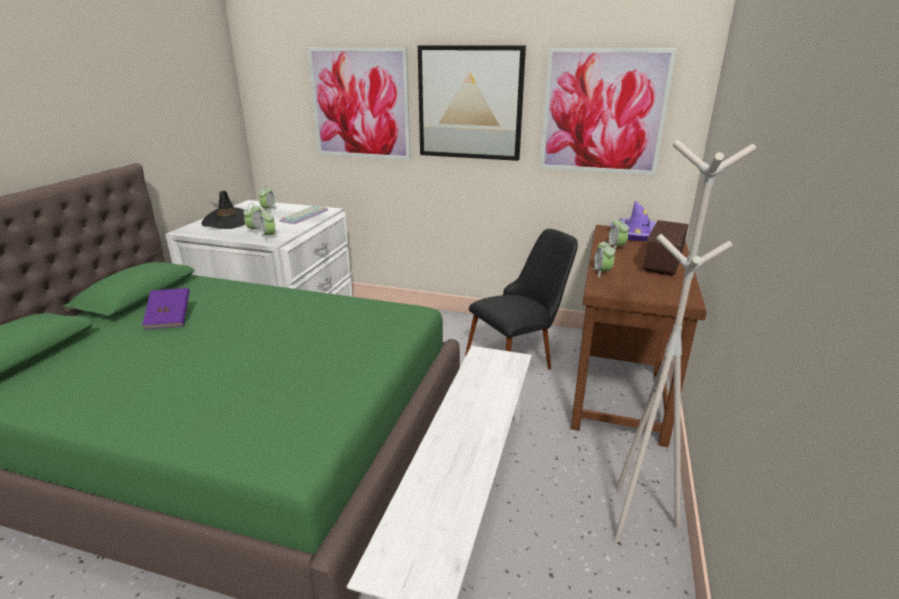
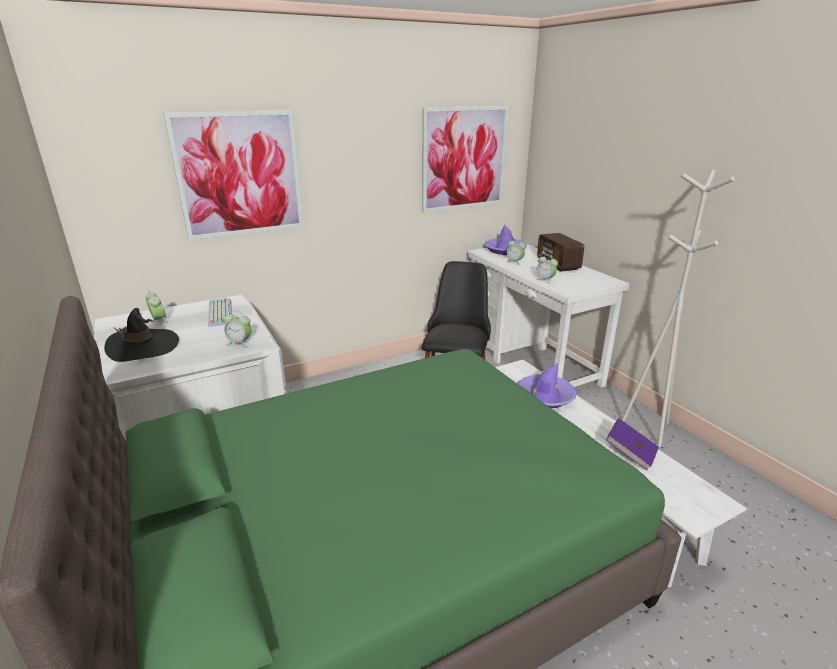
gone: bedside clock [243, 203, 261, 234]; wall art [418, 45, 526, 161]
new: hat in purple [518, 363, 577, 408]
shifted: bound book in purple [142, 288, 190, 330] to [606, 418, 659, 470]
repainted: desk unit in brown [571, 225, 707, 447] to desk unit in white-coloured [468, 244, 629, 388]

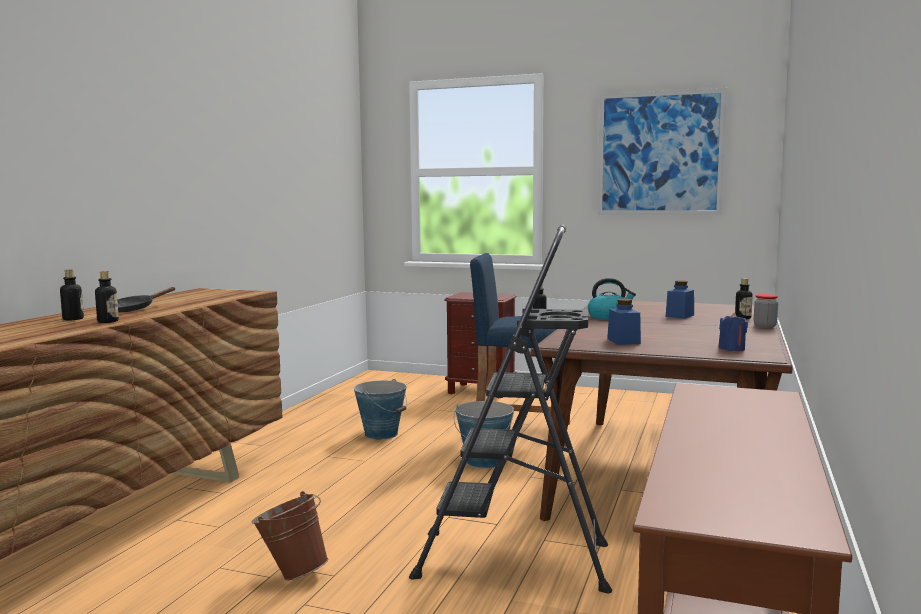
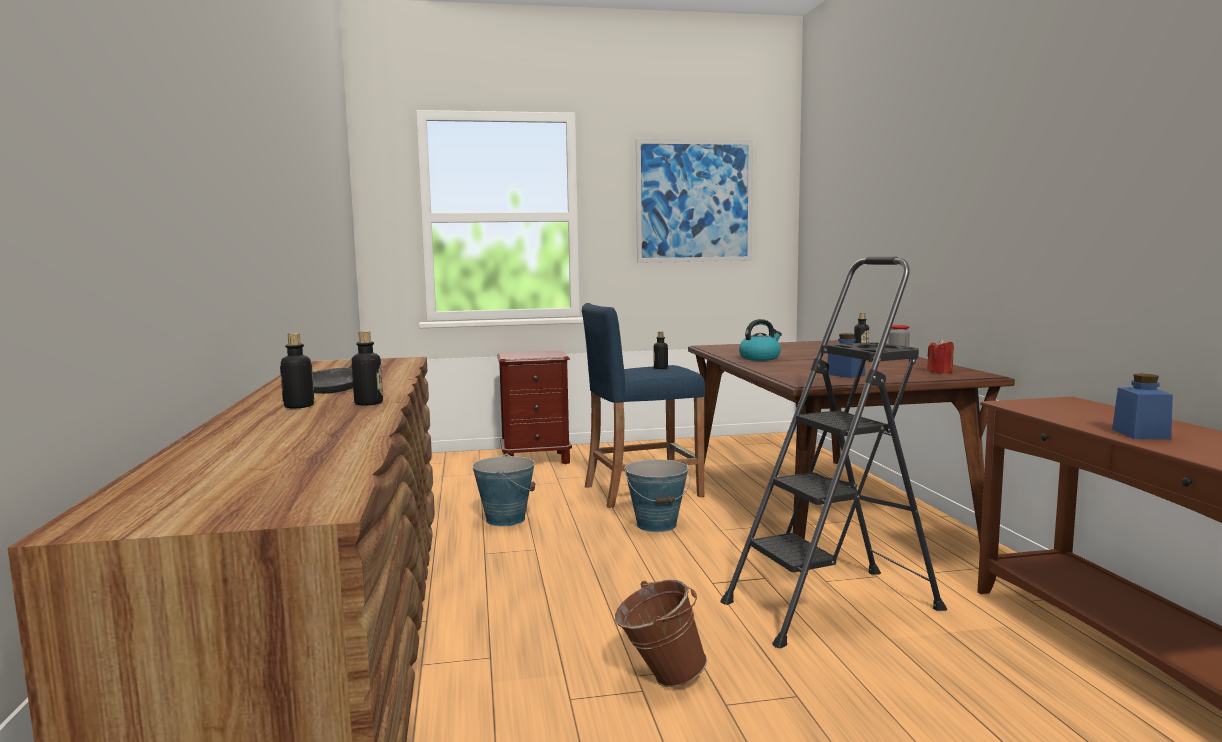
shifted: preserve jar in bluish [666, 280, 694, 319] to [1112, 374, 1173, 440]
repainted: candle in bluish [719, 313, 748, 351] to candle in red [927, 338, 954, 373]

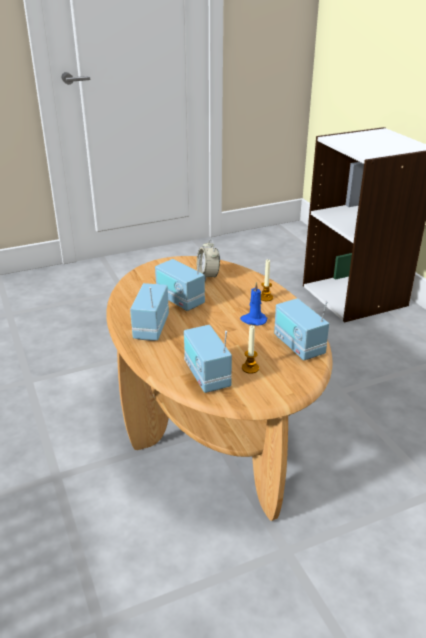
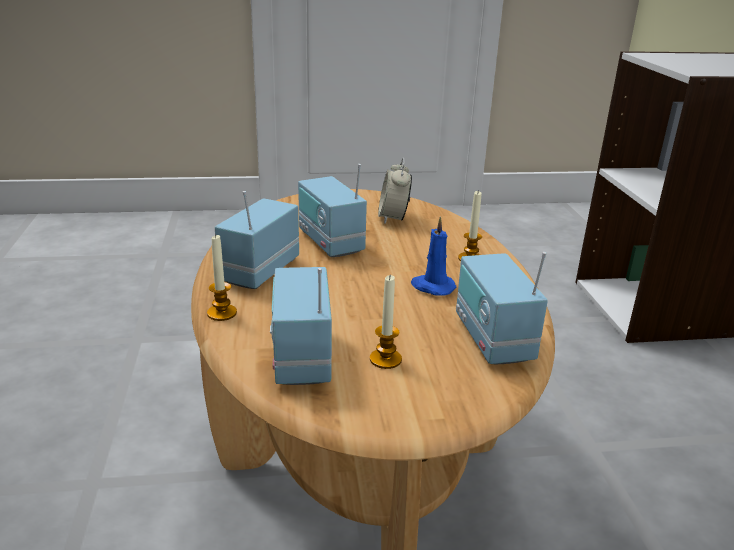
new: candle [207, 234, 237, 321]

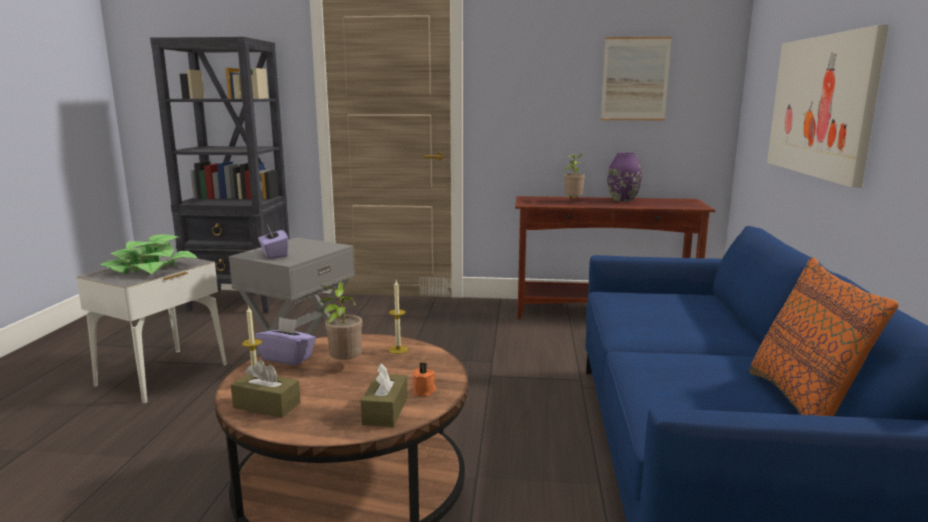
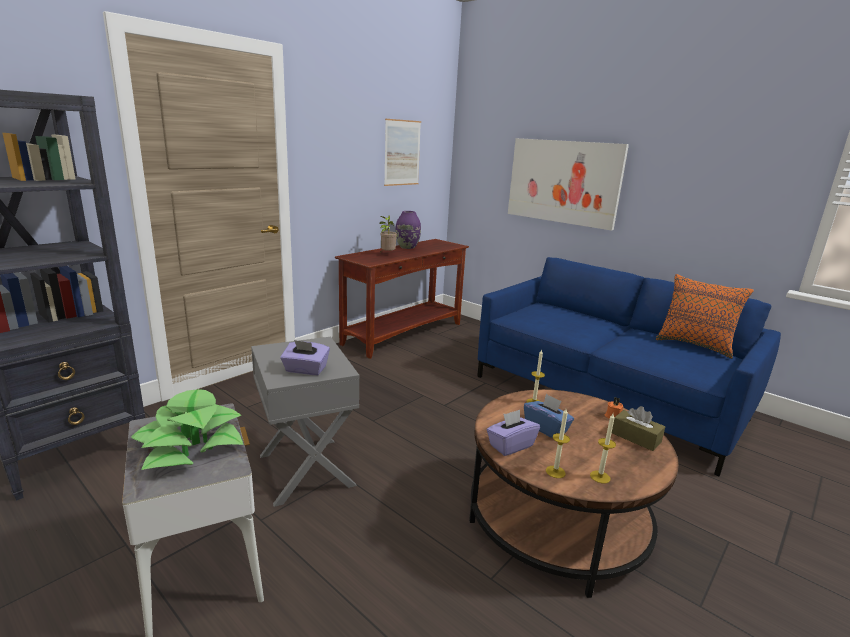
swapped: box of tissues in brown [231, 360, 301, 417] to candle [590, 414, 616, 483]; houseplant [320, 281, 363, 361] to box of tissues in bluish [524, 394, 574, 438]

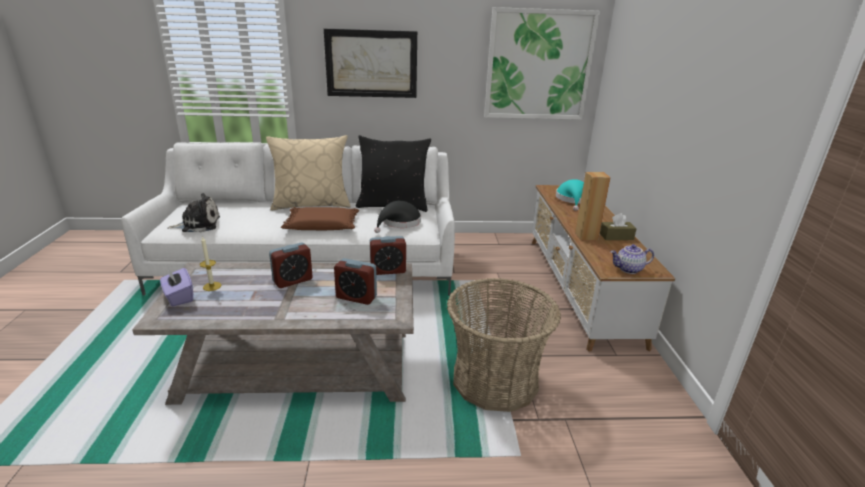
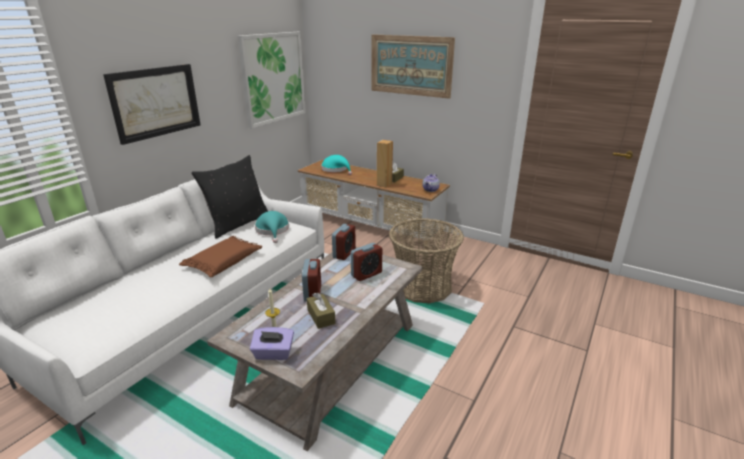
gone: soft toy [167, 193, 220, 232]; throw pillow in sand-coloured [266, 135, 351, 211]
new: box of tissues in brown [307, 292, 336, 329]; wall art [372, 34, 455, 99]
repainted: hat in black [374, 201, 421, 233] to hat in blue-green [255, 211, 289, 243]

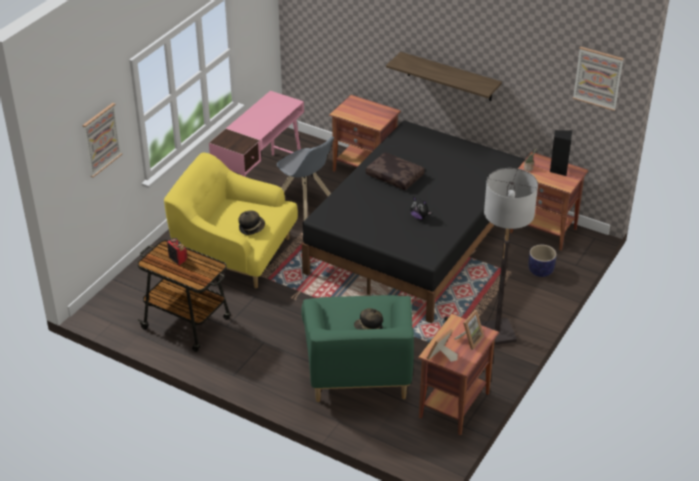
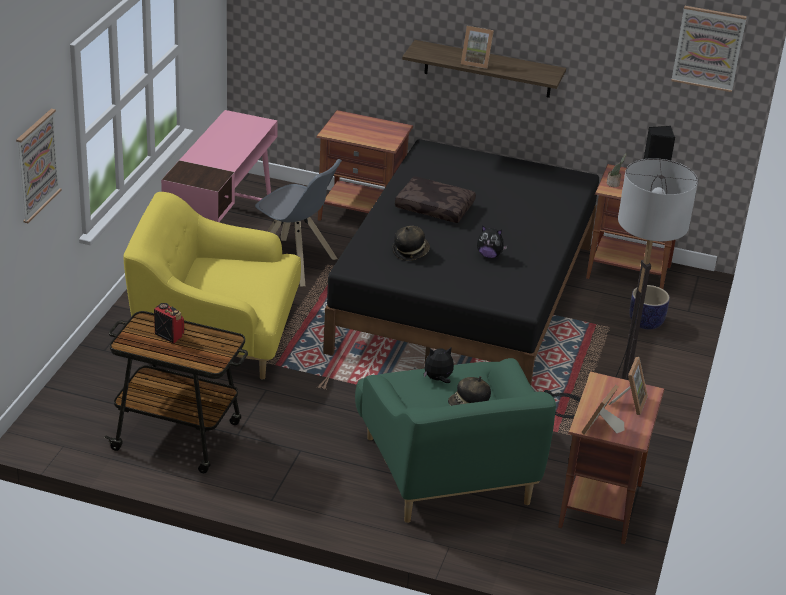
new: soft toy [424, 348, 454, 383]; picture frame [461, 26, 494, 69]
shifted: hat [239, 210, 265, 235] to [392, 226, 430, 261]

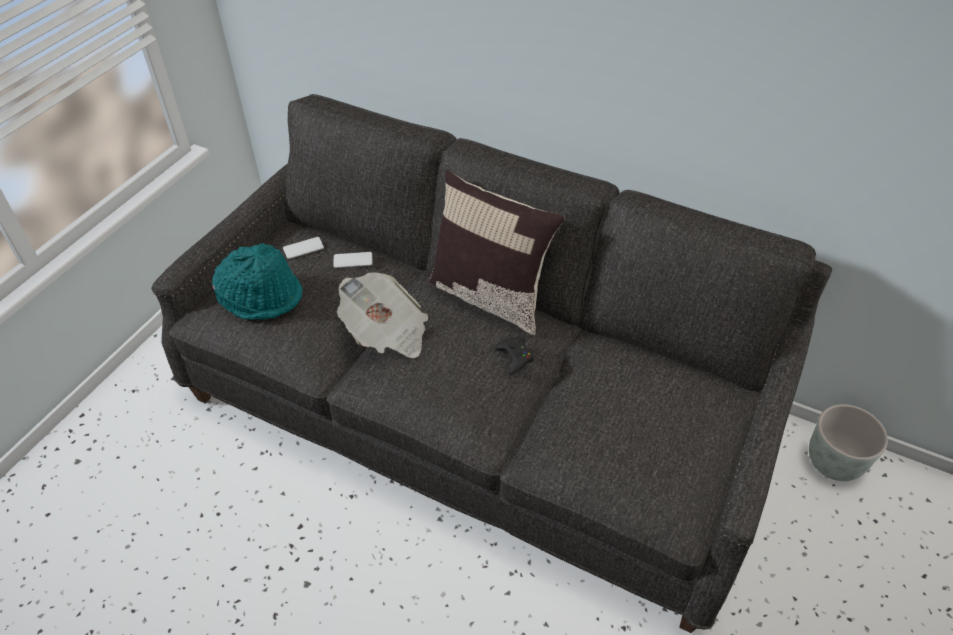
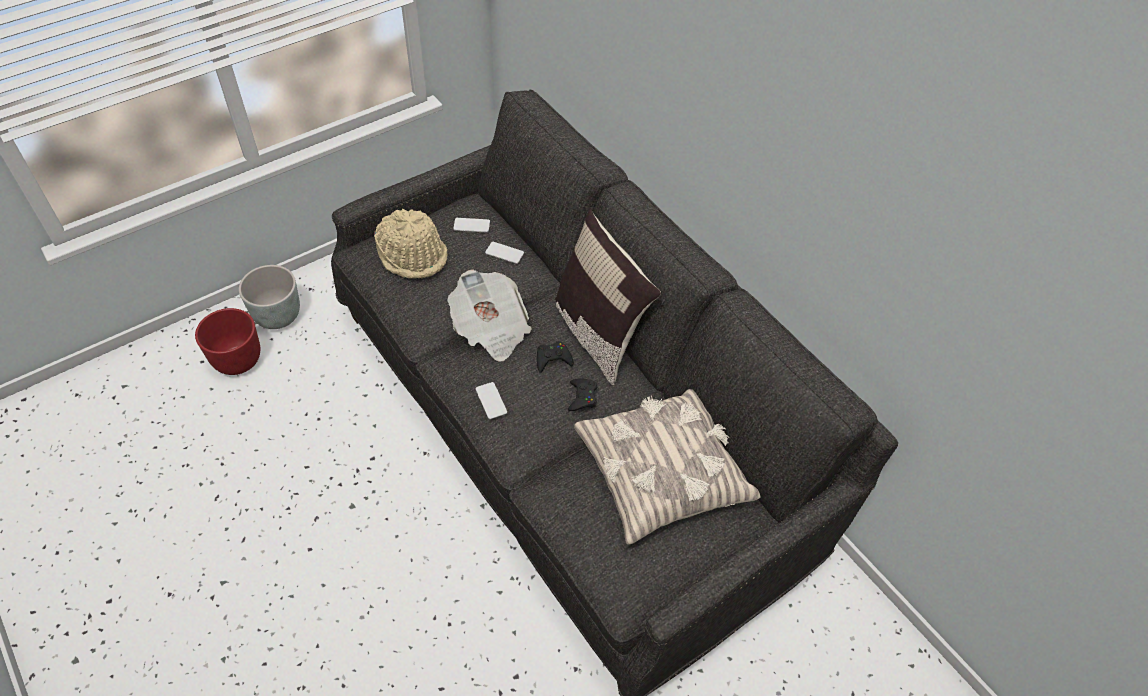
new: flower pot in red [195, 308, 260, 375]; handset [476, 382, 507, 419]; game controller in black [537, 342, 574, 373]; throw pillow in sand-coloured [574, 389, 761, 545]
shifted: flower pot in gray [809, 404, 888, 481] to [239, 265, 300, 329]
repainted: hat in blue-green [212, 243, 302, 320] to hat in sand-coloured [374, 209, 448, 279]

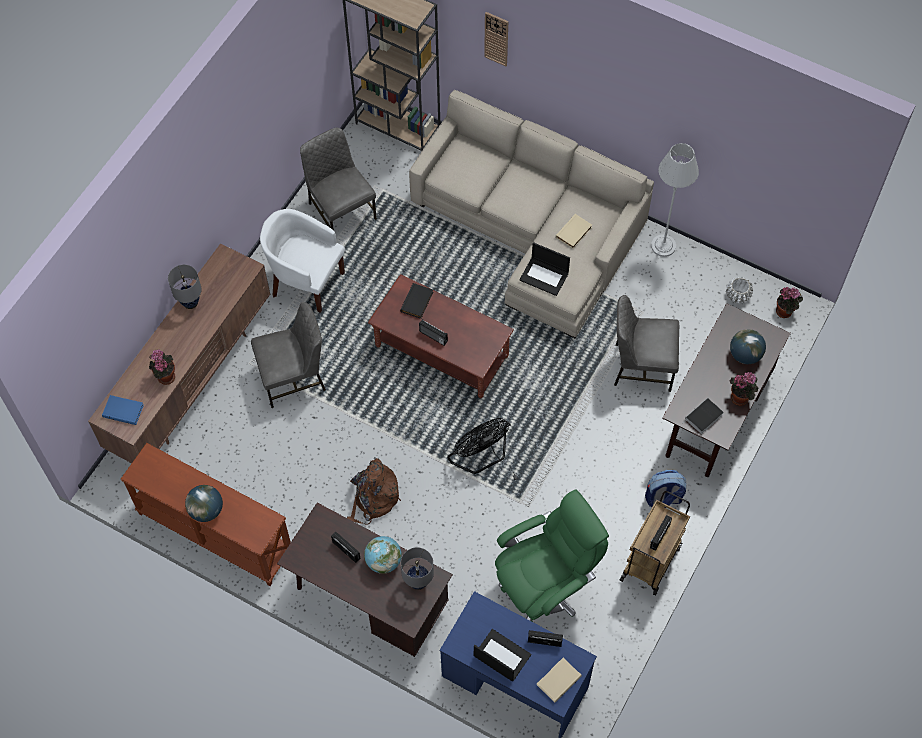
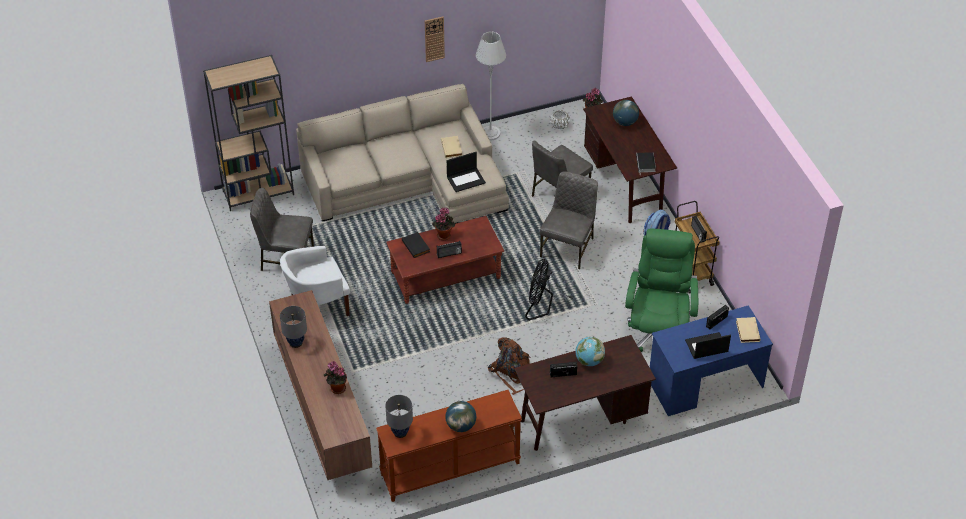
gone: bound book in bluish [102, 395, 144, 425]
shifted: chair in gray [251, 302, 326, 408] to [540, 171, 598, 269]; lamp for a table in gray [400, 547, 434, 590] to [385, 395, 413, 438]; wall clock [484, 12, 508, 66] to [425, 16, 445, 62]; houseplant [730, 372, 758, 406] to [432, 207, 455, 240]

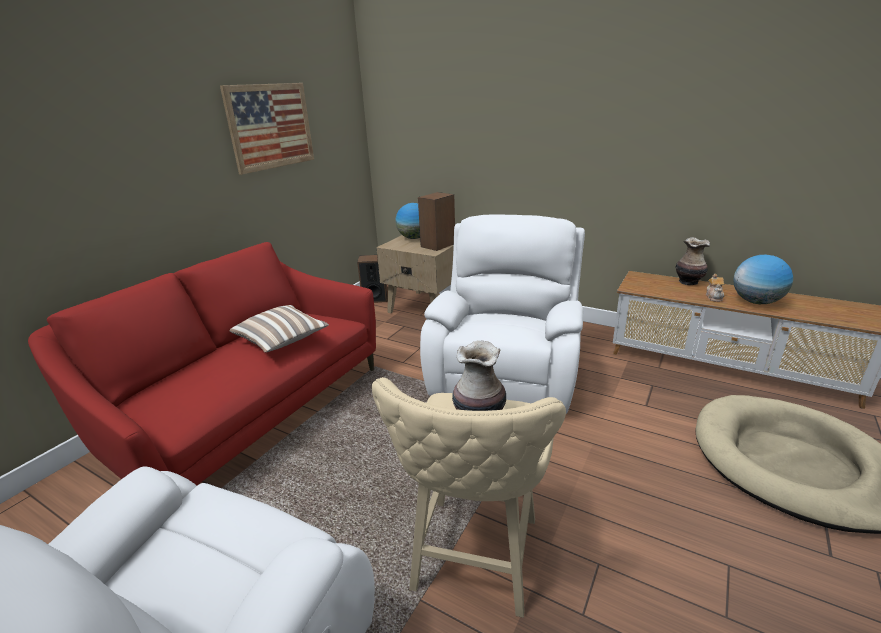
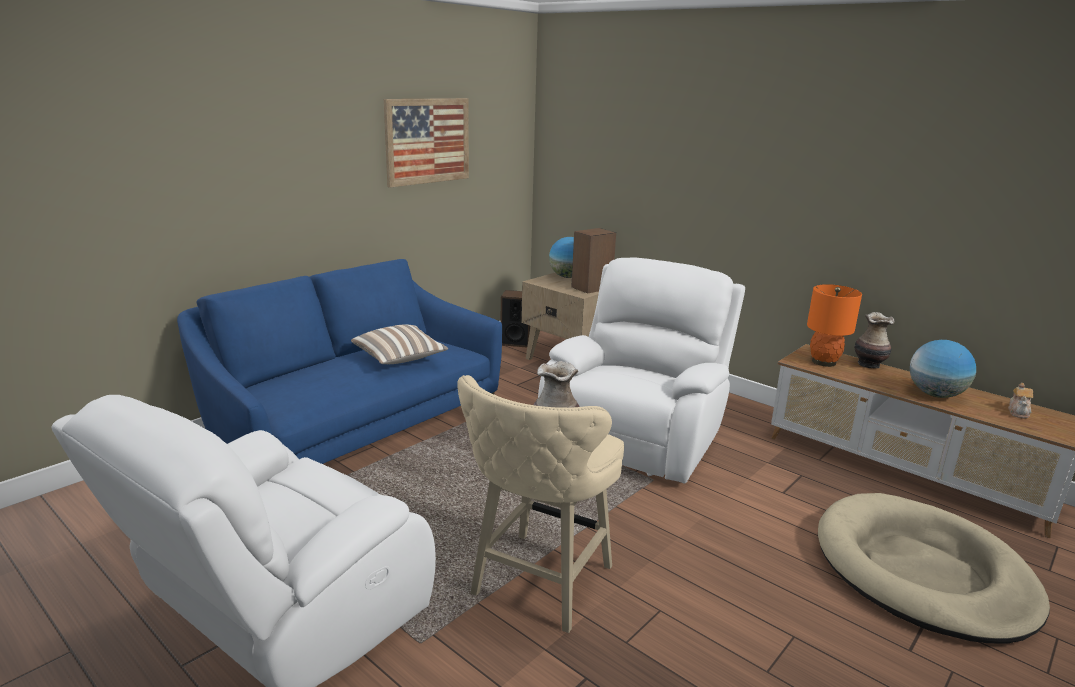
new: lamp for a table in orange-coloured [807, 284, 862, 367]
shifted: teapot [706, 274, 724, 302] to [1008, 383, 1033, 418]
repainted: sofa in red [28, 242, 376, 485] to sofa in bluish [177, 259, 502, 464]

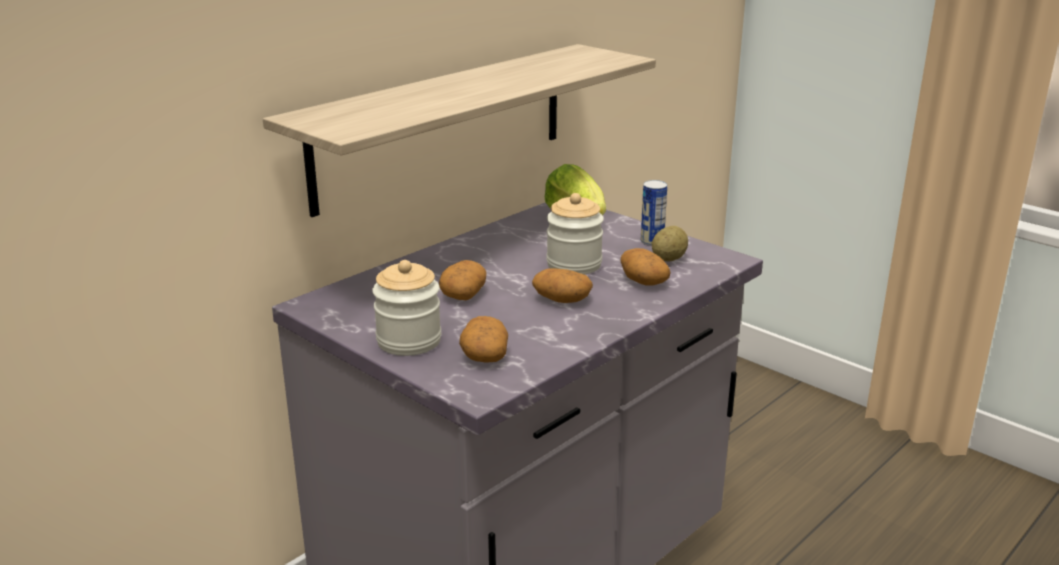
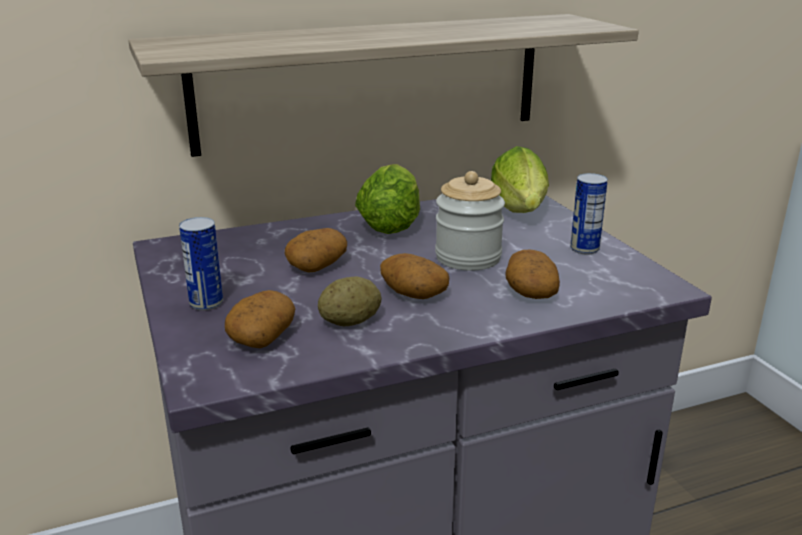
new: lettuce [355, 164, 420, 234]
shifted: whole potato [652, 226, 688, 261] to [318, 276, 382, 326]
swapped: preserve jar [372, 260, 441, 356] to can [179, 217, 223, 311]

